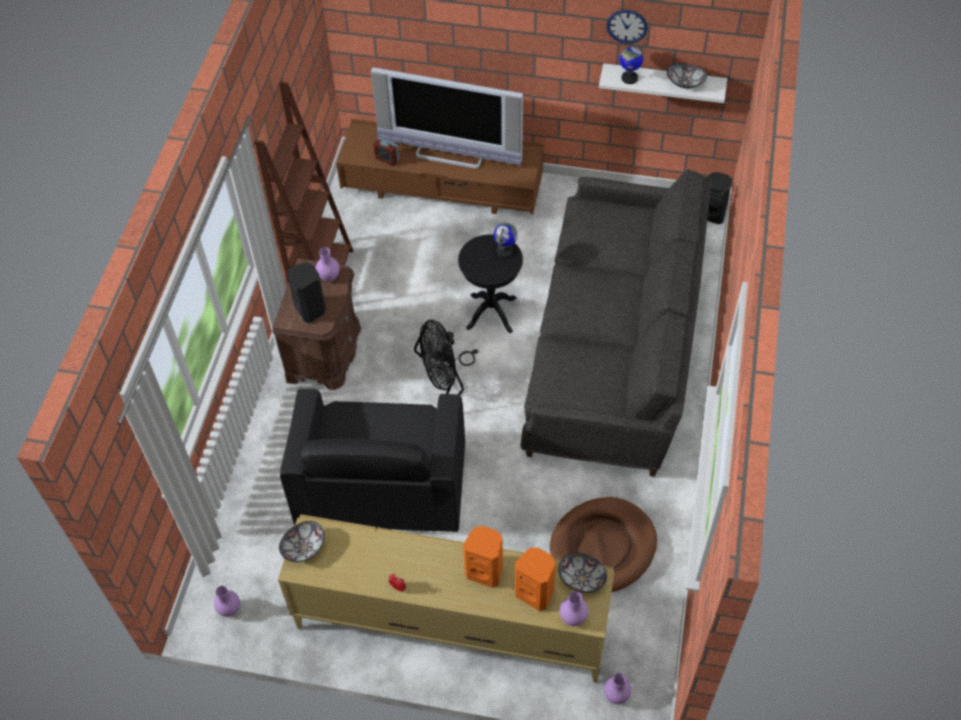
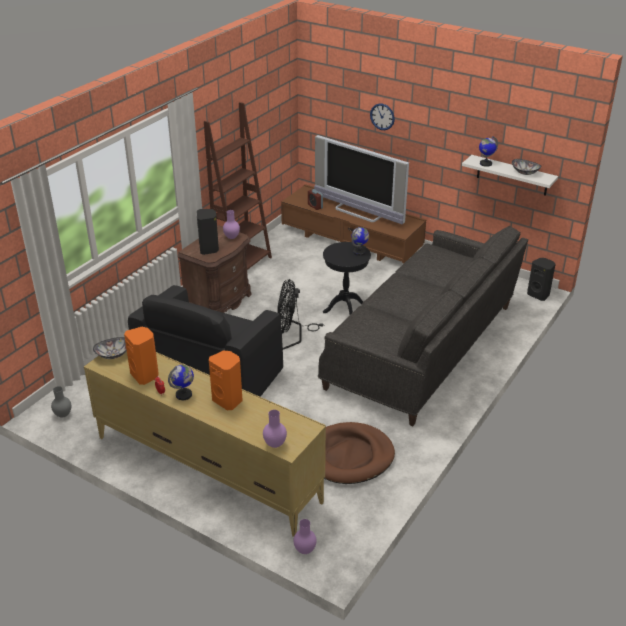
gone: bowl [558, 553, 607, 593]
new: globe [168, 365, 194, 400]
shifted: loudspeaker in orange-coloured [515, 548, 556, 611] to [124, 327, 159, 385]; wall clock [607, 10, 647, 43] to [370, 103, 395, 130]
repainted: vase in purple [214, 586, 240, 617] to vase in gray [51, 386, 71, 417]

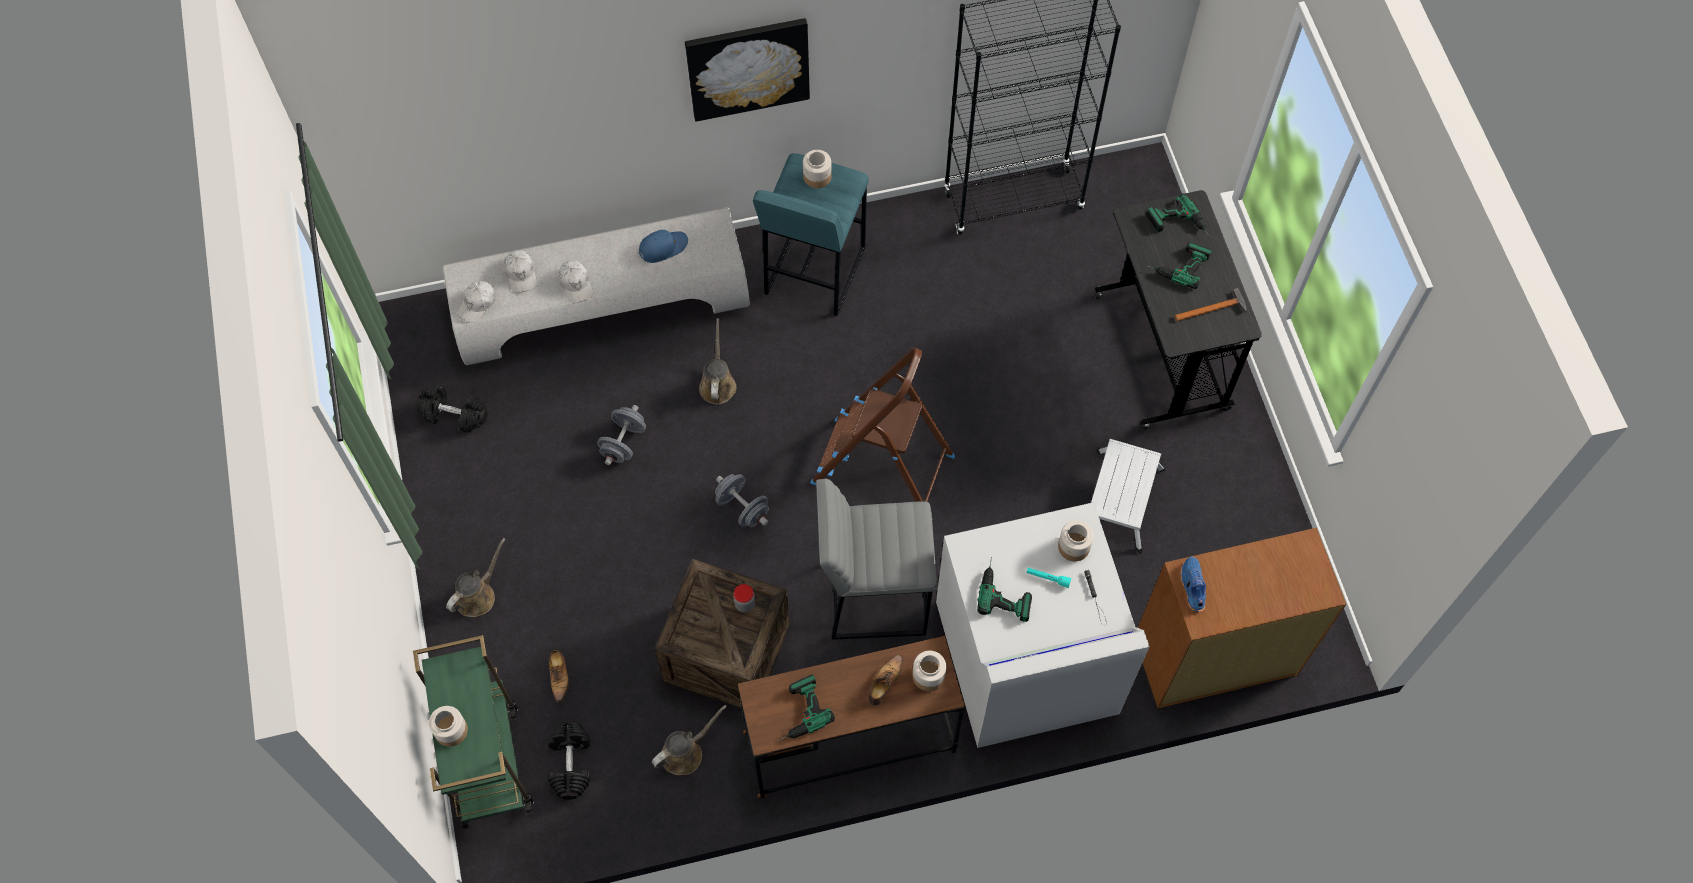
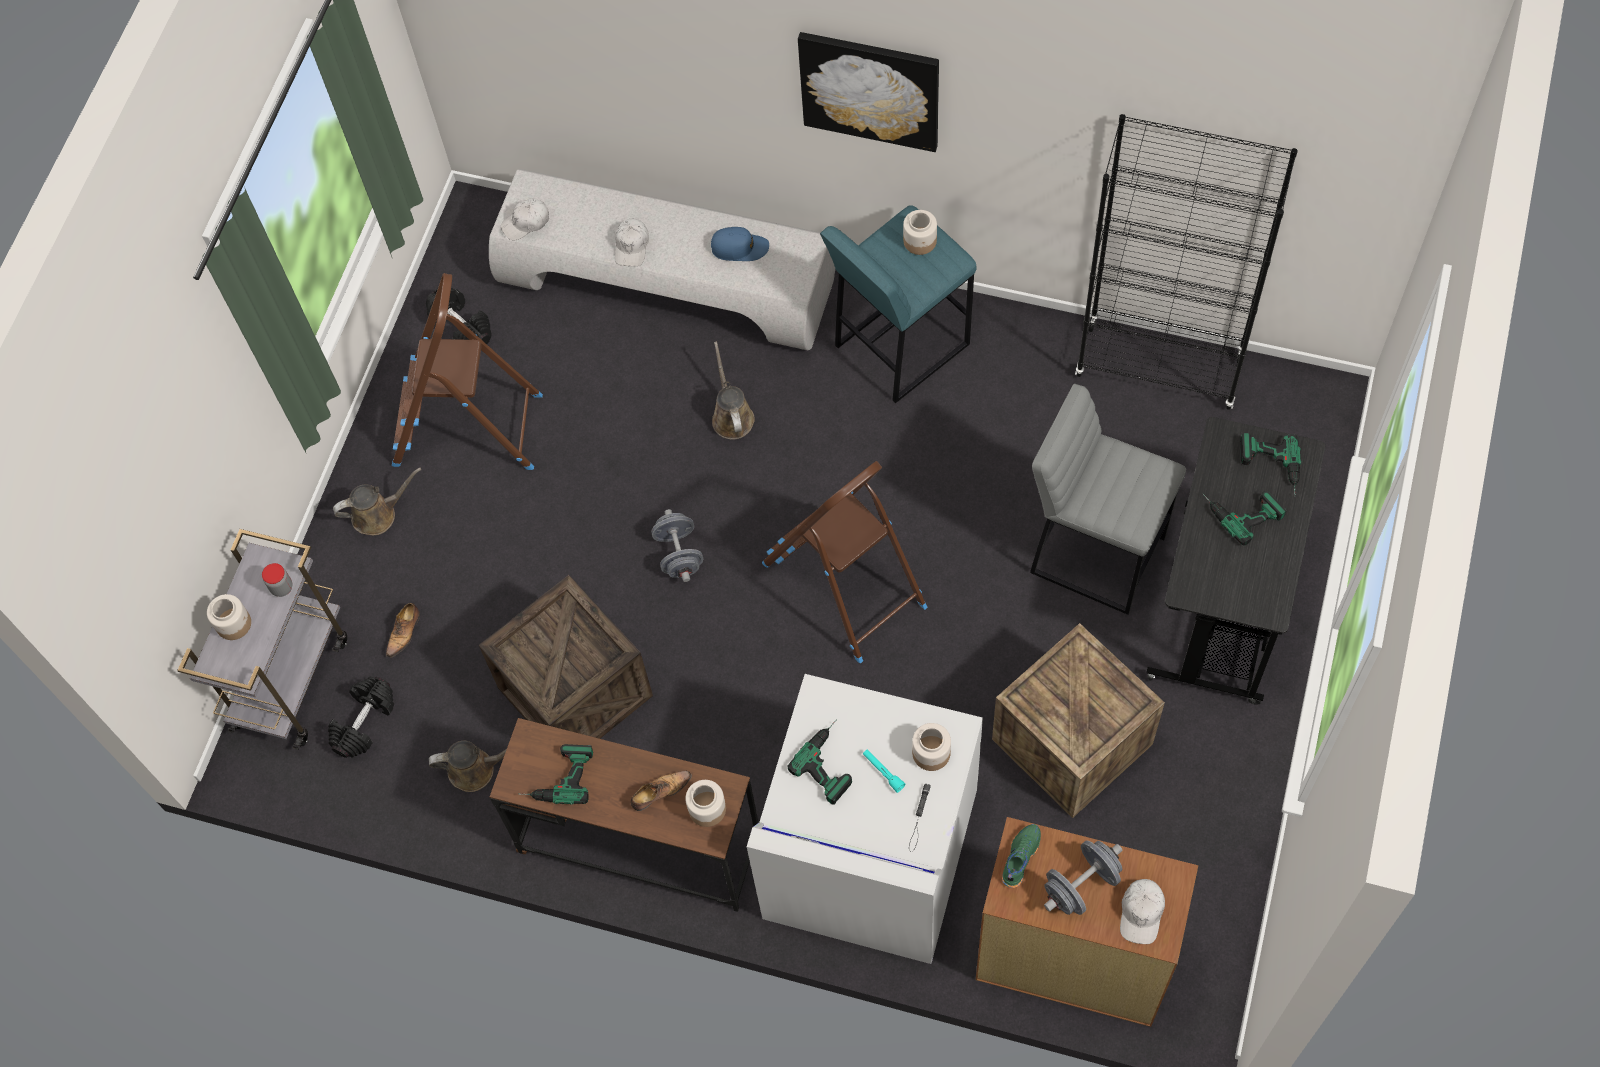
gone: hand hammer [1174, 288, 1247, 321]
new: step stool in brown [392, 273, 543, 470]
shifted: baseball cap in white-coloured [505, 250, 537, 293] to [1120, 879, 1165, 944]; free weight in gray [597, 405, 646, 465] to [1044, 840, 1123, 915]; preserve jar [733, 584, 755, 612] to [262, 563, 292, 597]; stool in gray [816, 478, 936, 640] to [1030, 384, 1186, 615]
swapped: step stool in white-coloured [1091, 439, 1165, 554] to crate [992, 623, 1165, 818]
repainted: trolley in green-coloured [413, 635, 534, 829] to trolley in gray [177, 529, 347, 750]; low shoe in bluish [1180, 556, 1206, 612] to low shoe in green-coloured [1002, 824, 1041, 888]
rotated: sprinkling can in brown [699, 318, 736, 405] = [712, 341, 755, 440] 45 degrees counterclockwise

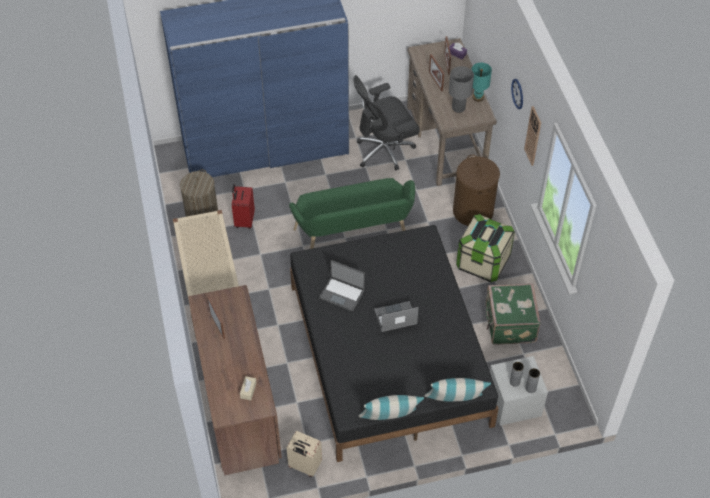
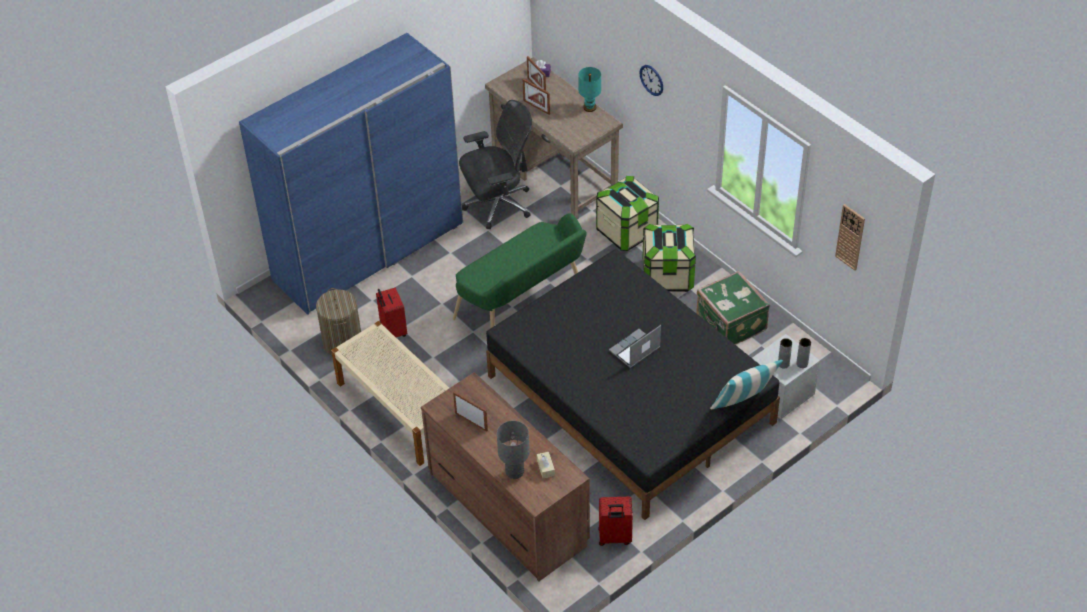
gone: notebook computer [319, 260, 365, 311]; throw pillow [358, 395, 424, 420]
shifted: lamp for a table in gray [449, 66, 474, 113] to [497, 421, 530, 479]; wall clock [524, 106, 541, 166] to [835, 204, 865, 271]
swapped: washing basket in brown [453, 154, 500, 226] to storage bin [596, 176, 659, 251]
repainted: travel case in sand-coloured [286, 431, 322, 477] to travel case in red [598, 497, 633, 546]
rotated: computer chair [354, 75, 420, 170] = [459, 100, 532, 229] 150 degrees counterclockwise

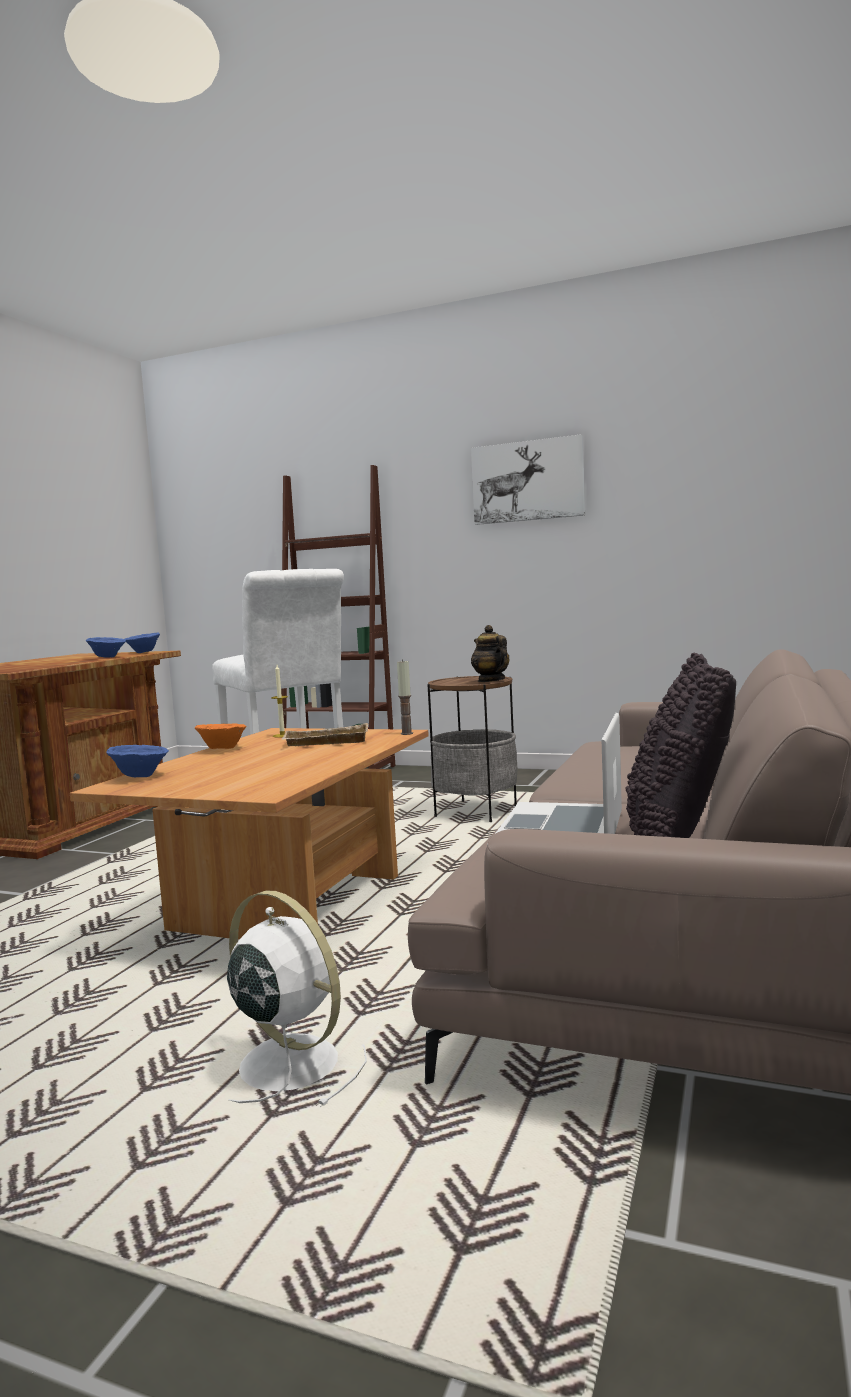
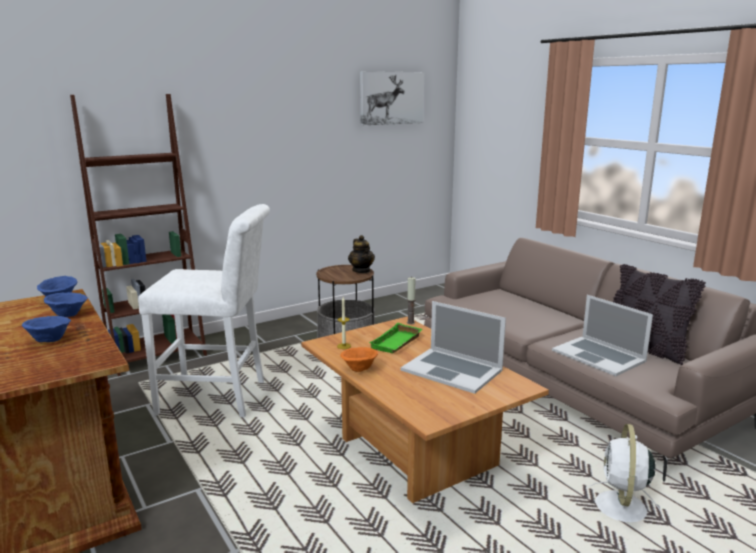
new: notebook computer [401, 301, 506, 394]
shifted: bowl in bluish [106, 745, 169, 777] to [22, 316, 71, 342]; wall art [471, 434, 585, 525] to [360, 71, 424, 125]
repainted: serving tray in sand-coloured [282, 723, 368, 746] to serving tray in green-coloured [369, 323, 423, 353]
rotated: cooling fan in white-coloured [227, 891, 367, 1107] = [586, 424, 661, 522] 60 degrees counterclockwise; teapot [471, 625, 509, 682] = [348, 235, 375, 273] 120 degrees counterclockwise

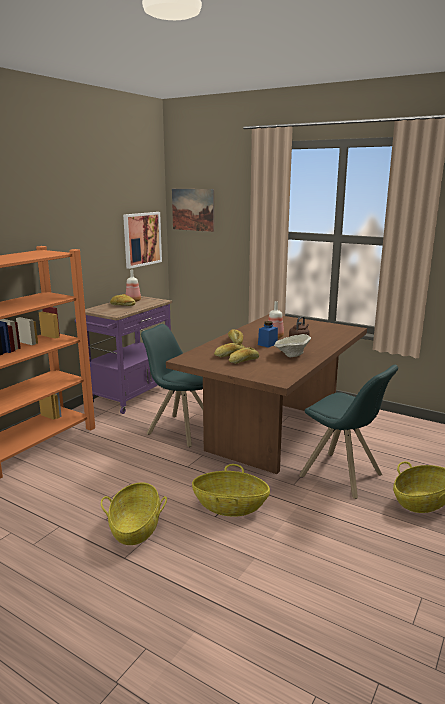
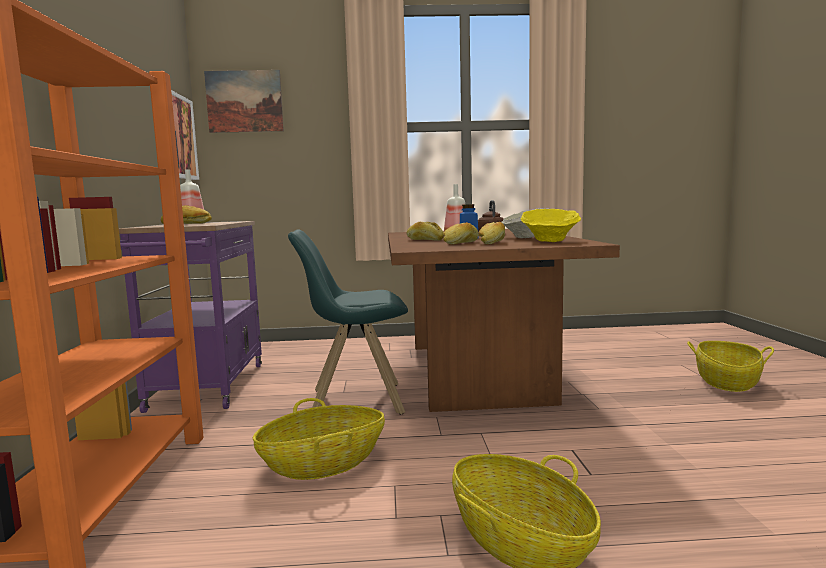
gone: chair in blue-green [299, 365, 398, 499]
new: bowl in yellow-coloured [521, 209, 581, 242]
shifted: storage basket [192, 464, 270, 517] to [253, 398, 385, 480]

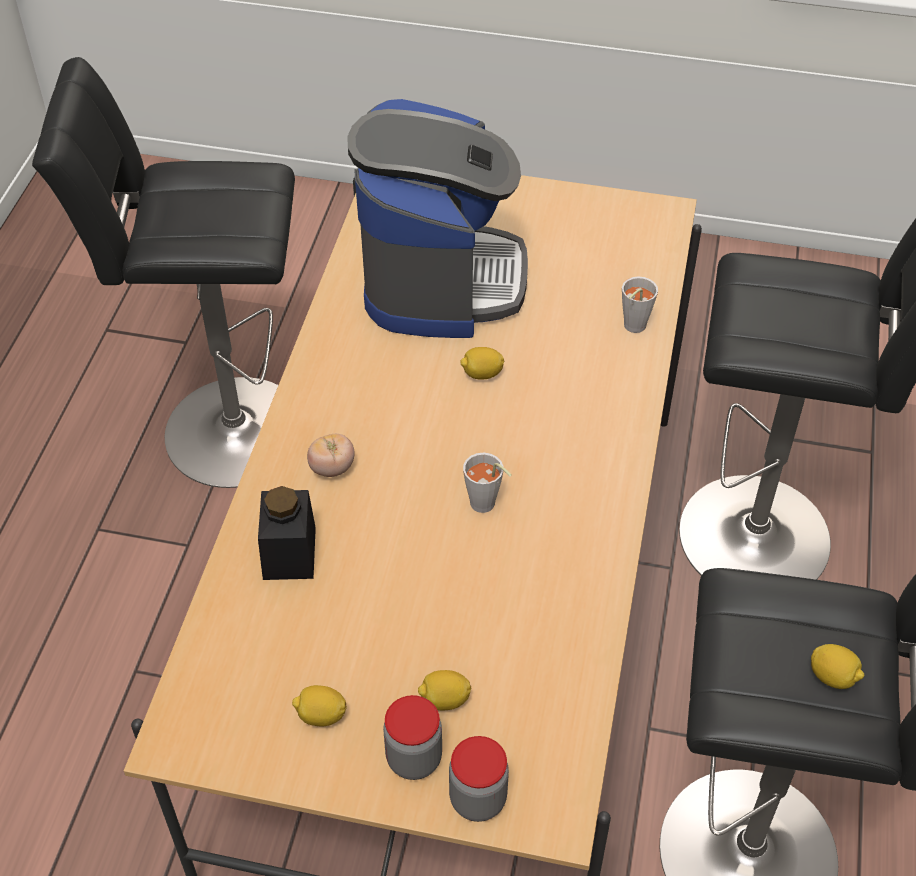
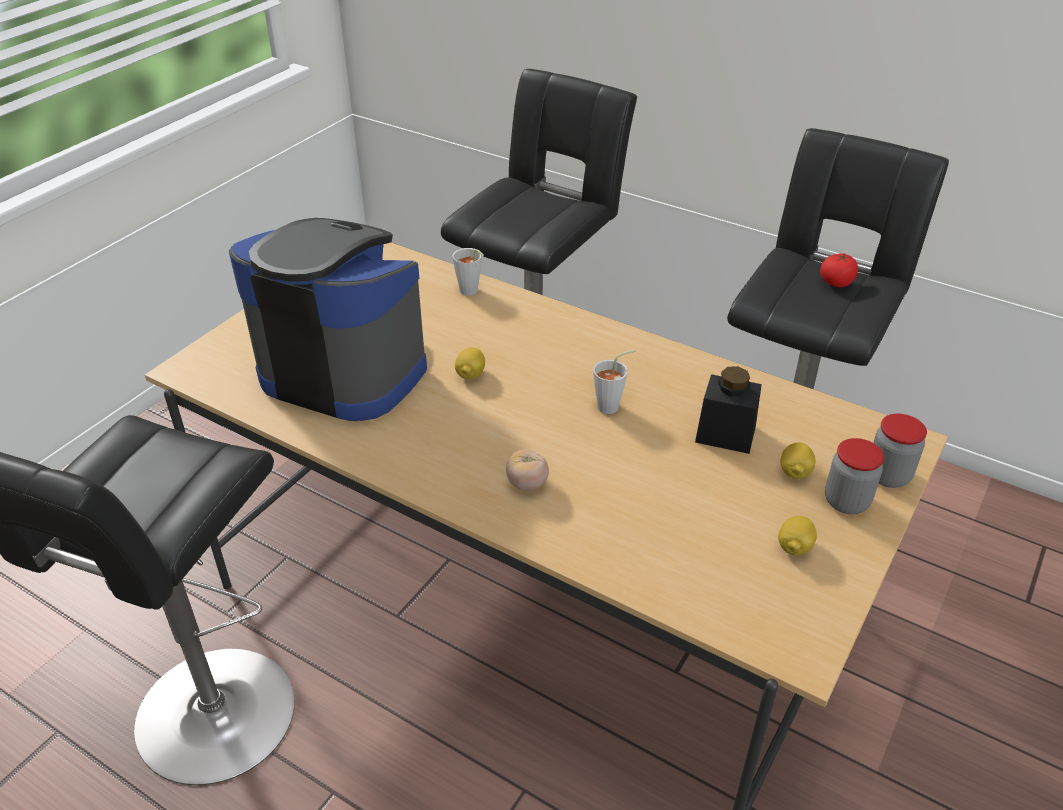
shifted: preserve jar in black [258, 486, 316, 580] to [695, 366, 762, 454]
swapped: citrus fruit [811, 644, 865, 689] to whole tomato [820, 253, 858, 287]

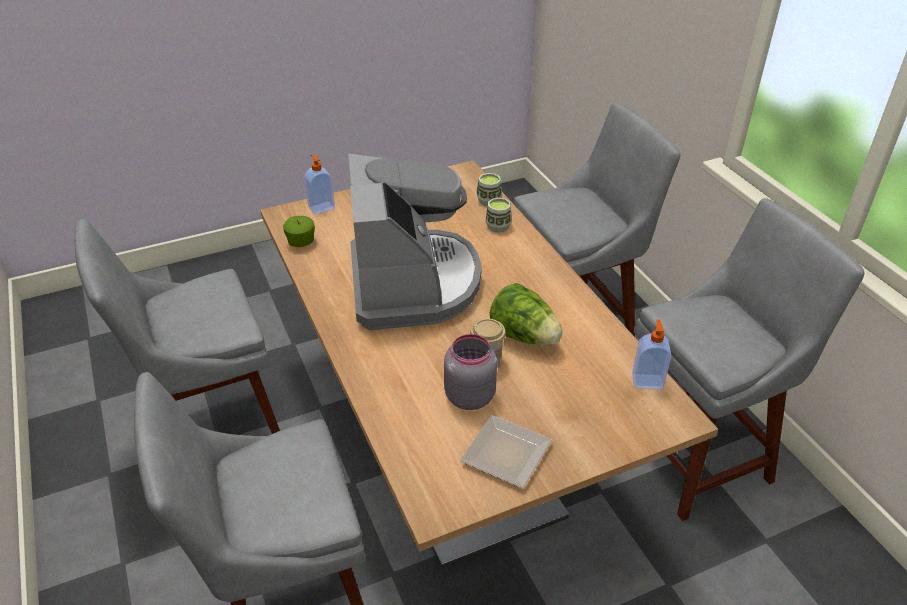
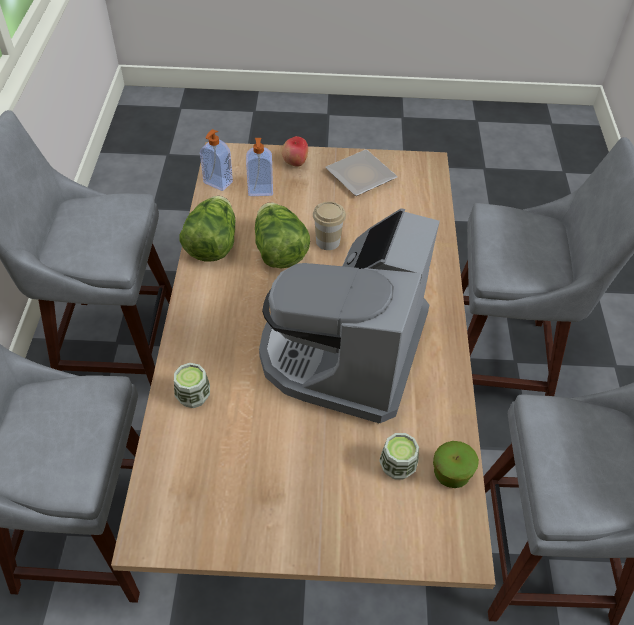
gone: preserve jar in gray [444, 334, 497, 410]
new: lettuce [180, 196, 235, 262]; apple fruit [282, 136, 308, 167]
shifted: soap dispenser [304, 154, 335, 215] to [246, 138, 273, 196]; cup [476, 173, 502, 206] to [379, 433, 419, 479]

